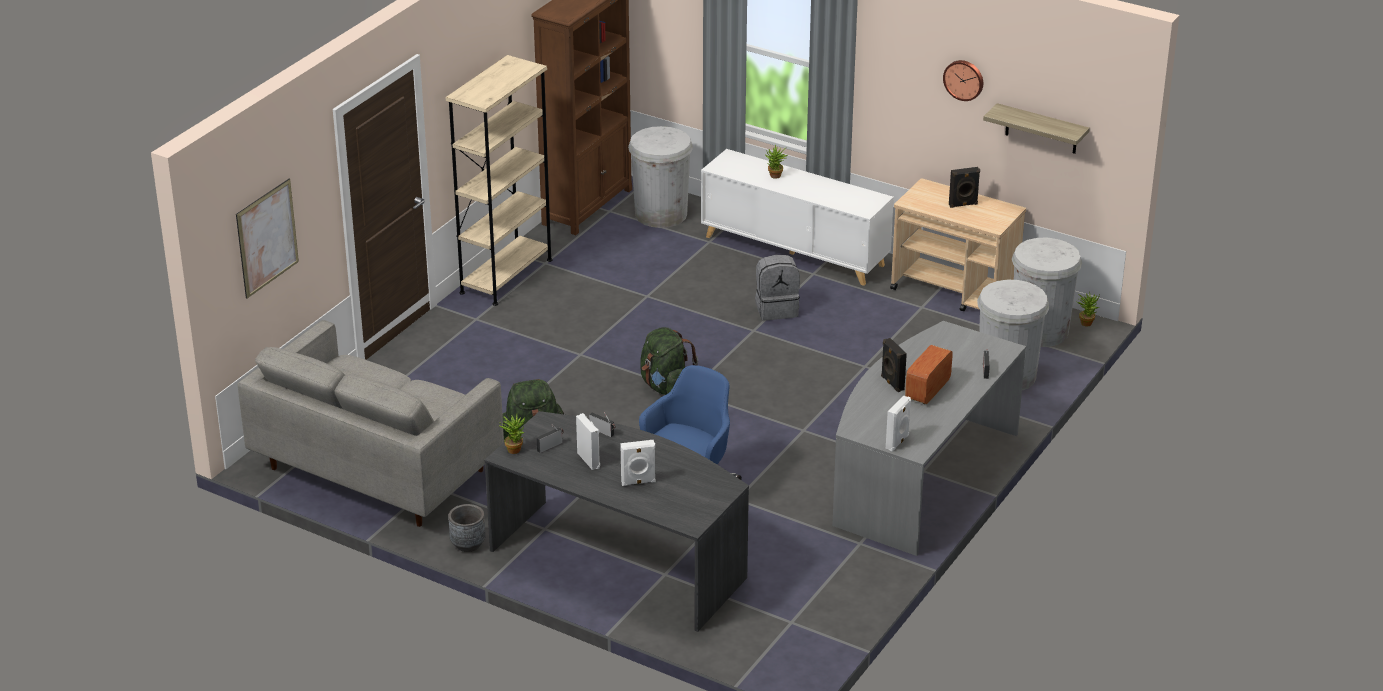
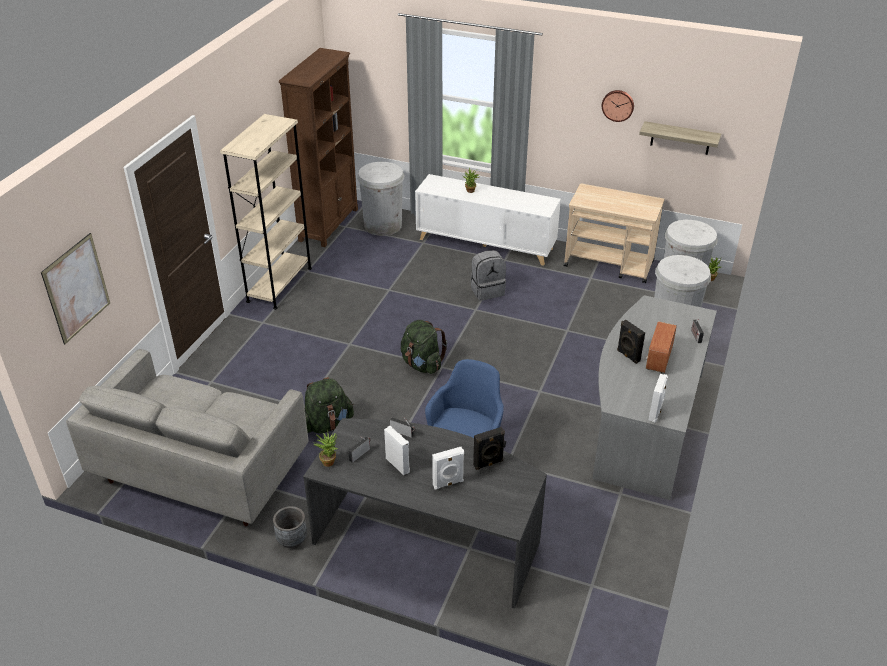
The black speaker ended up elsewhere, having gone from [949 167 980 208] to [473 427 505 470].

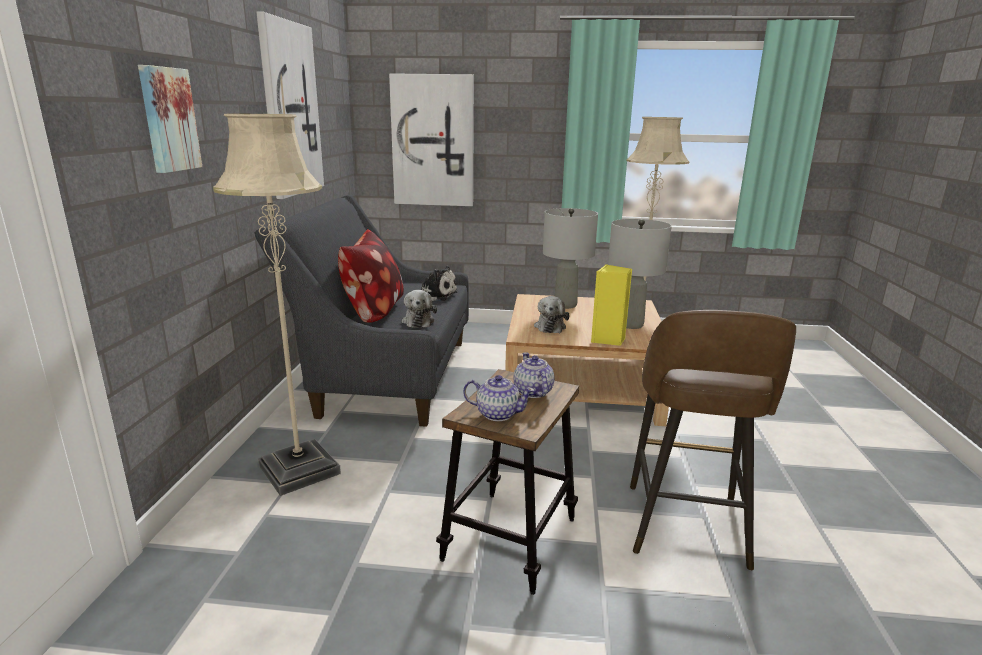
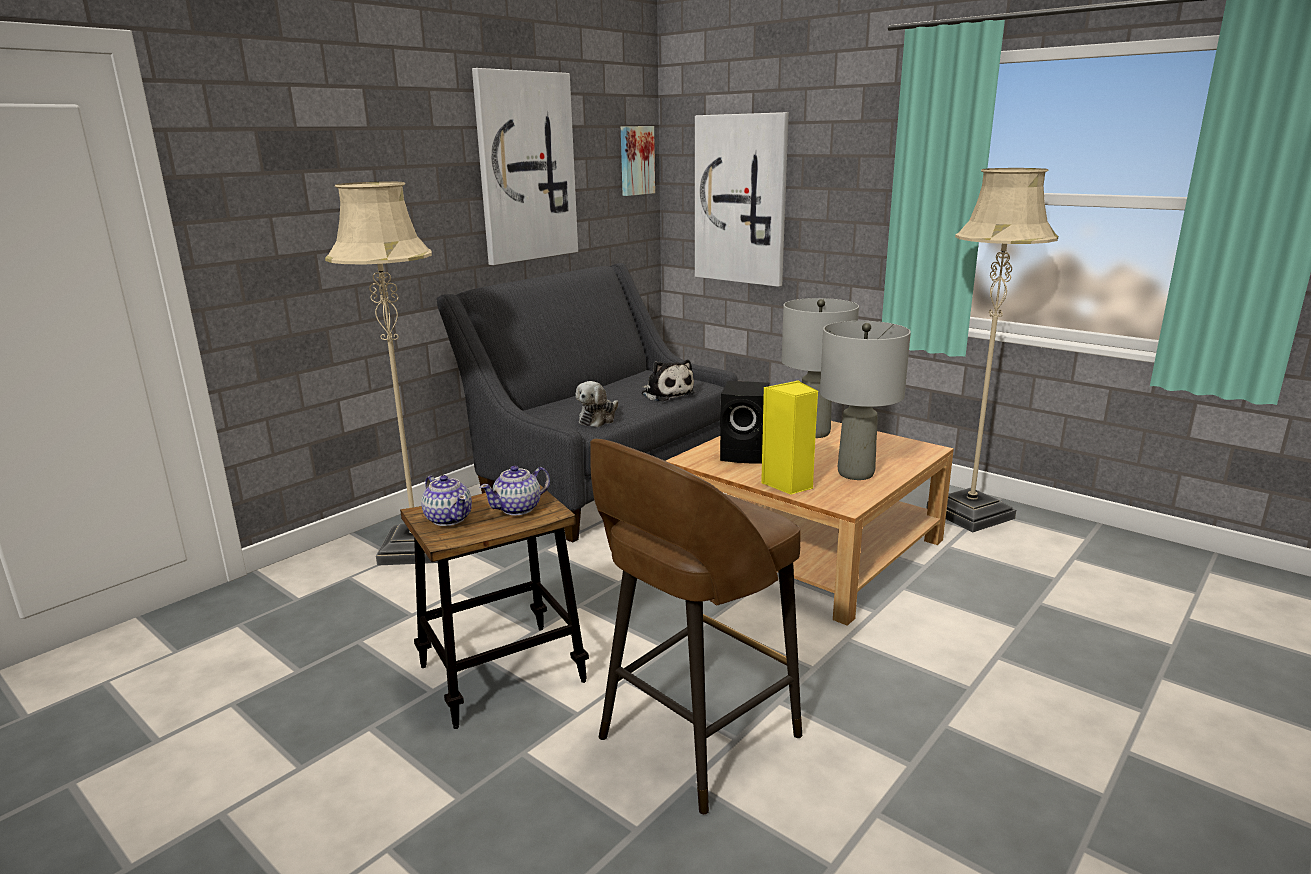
The picture ended up elsewhere, having gone from [138 65 202 173] to [621 126 655 196]. The second view lost the pillow at [338 230 404 323]. The teapot at [513 352 555 398] ended up facing another way, 150 degrees counterclockwise from before. Where the plush toy stood at [534 296 569 333], the black speaker came to stand at [720 381 769 464].

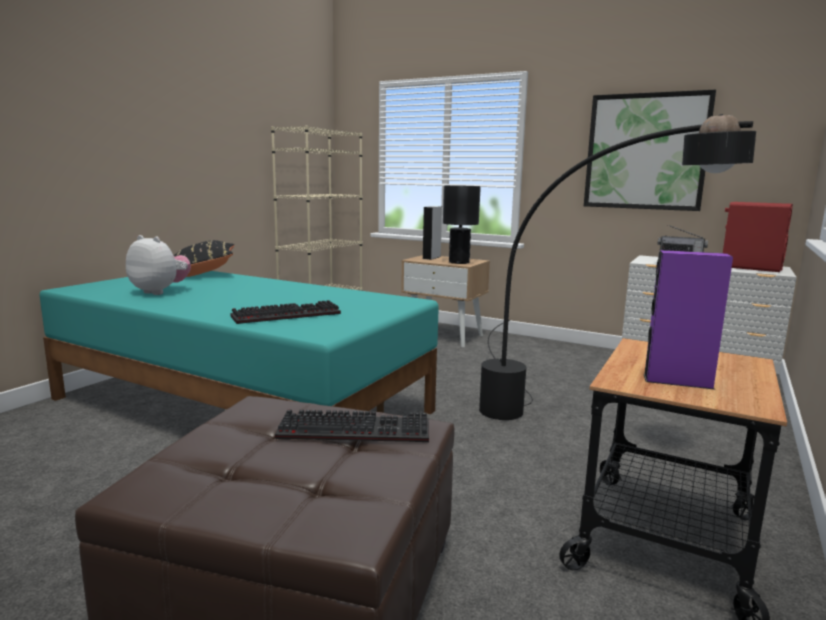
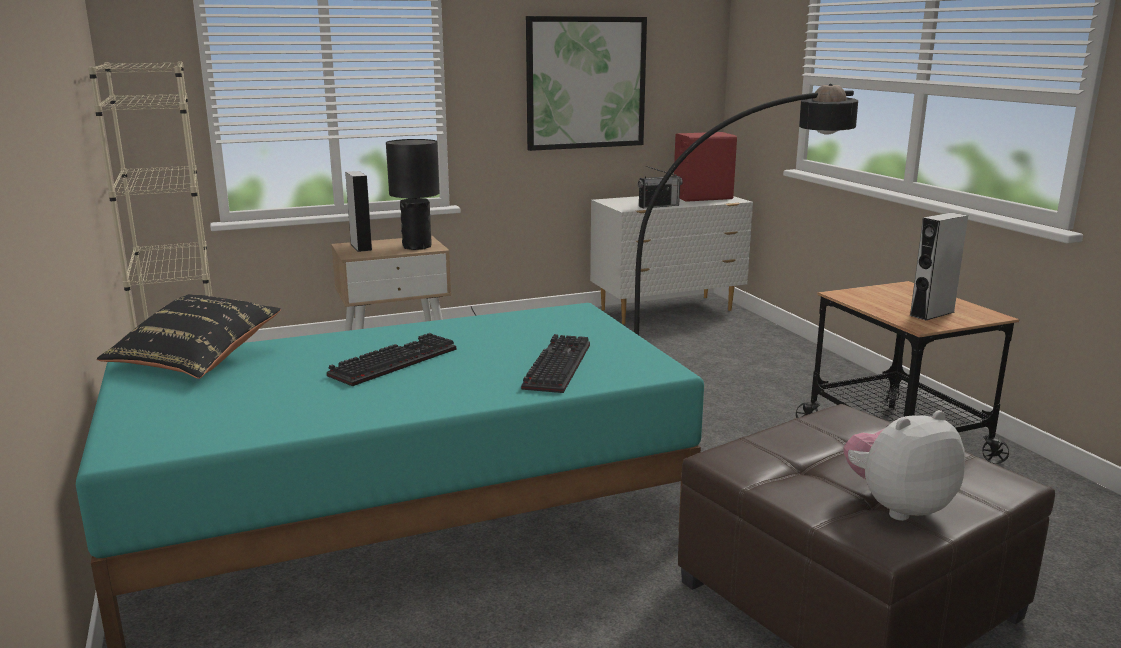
The plush toy ended up elsewhere, having gone from [126 235 191 295] to [844 410 965 521]. The keyboard ended up elsewhere, having gone from [275 409 429 442] to [327 333 456 386]. What was the purple speaker at [644 250 733 390] turned into the grey speaker at [909 213 968 320].

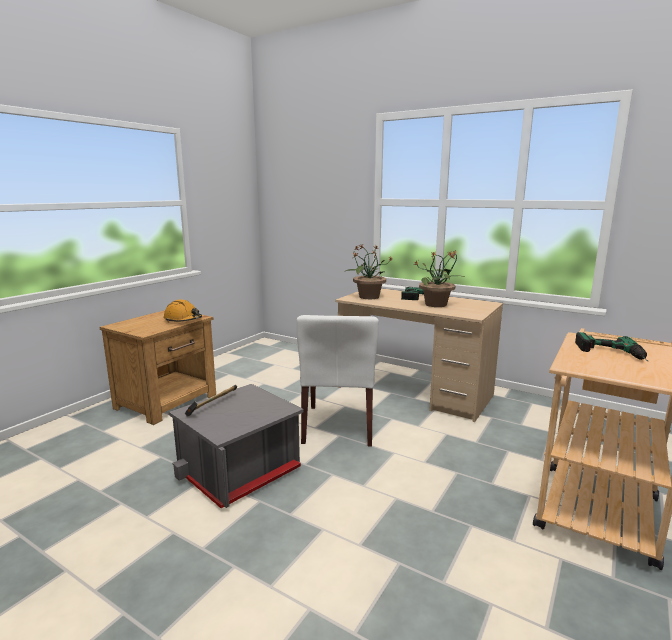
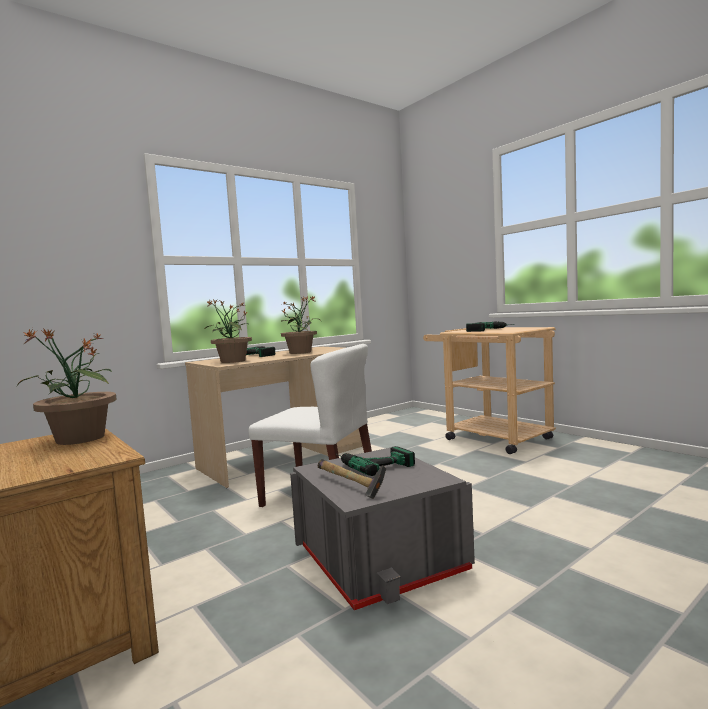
Where the orange hard hat stood at [164 299 202 322], the potted plant came to stand at [17 328 117 445]. The second view gained the power drill at [336 446 415 476].

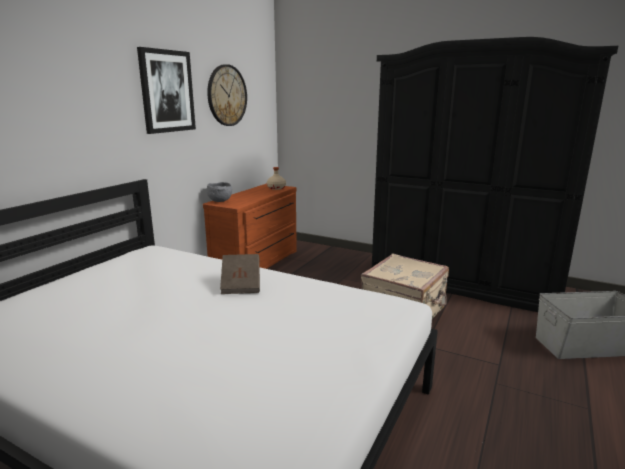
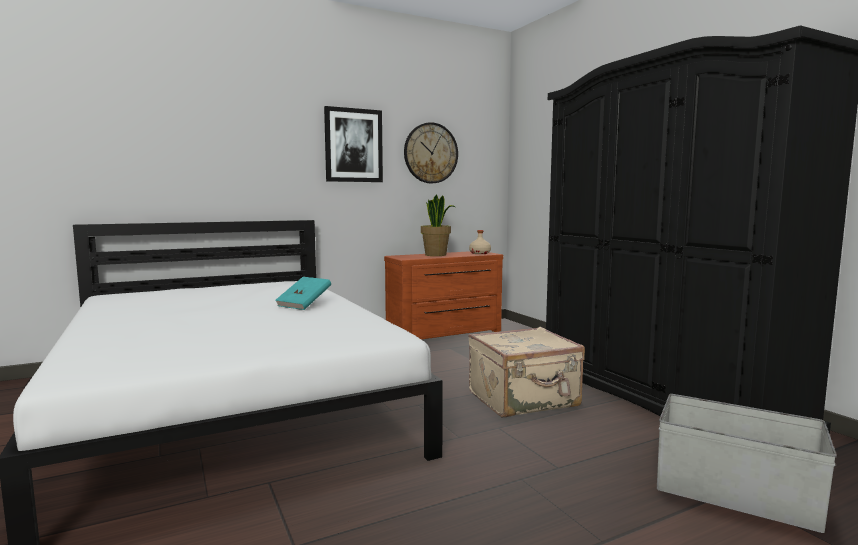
The second view lost the grey bowl at [207 182 232 202]. What was the brown book at [220 254 260 294] turned into the turquoise book at [275 277 331 310]. The second view gained the potted plant at [421 194 455 256].

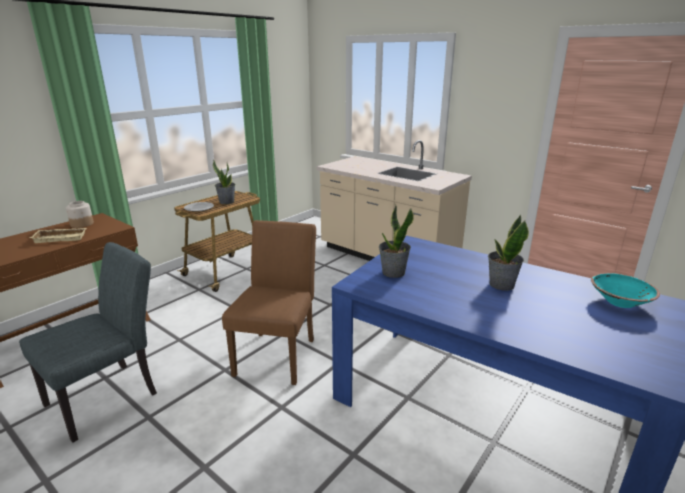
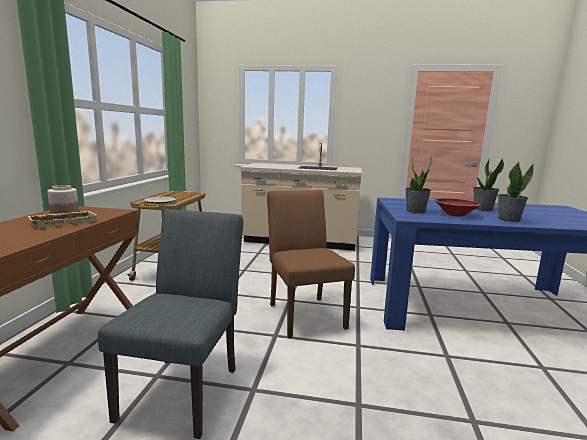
The potted plant ended up elsewhere, having gone from [213 159 235 204] to [498 161 534 222]. The second view lost the turquoise bowl at [591 273 660 308]. The second view gained the red bowl at [435 198 481 216].

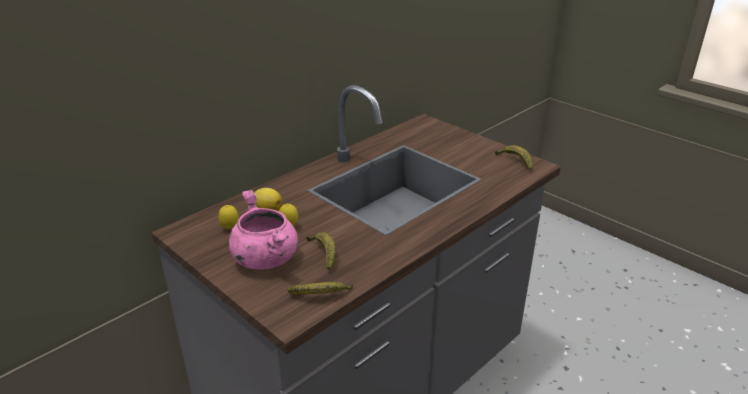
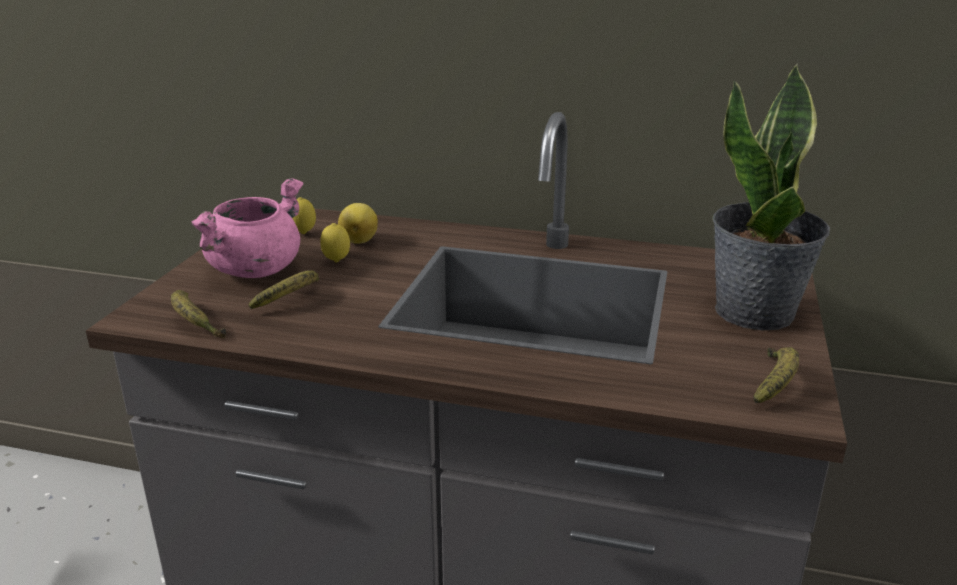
The second view gained the potted plant at [712 64 830 330].

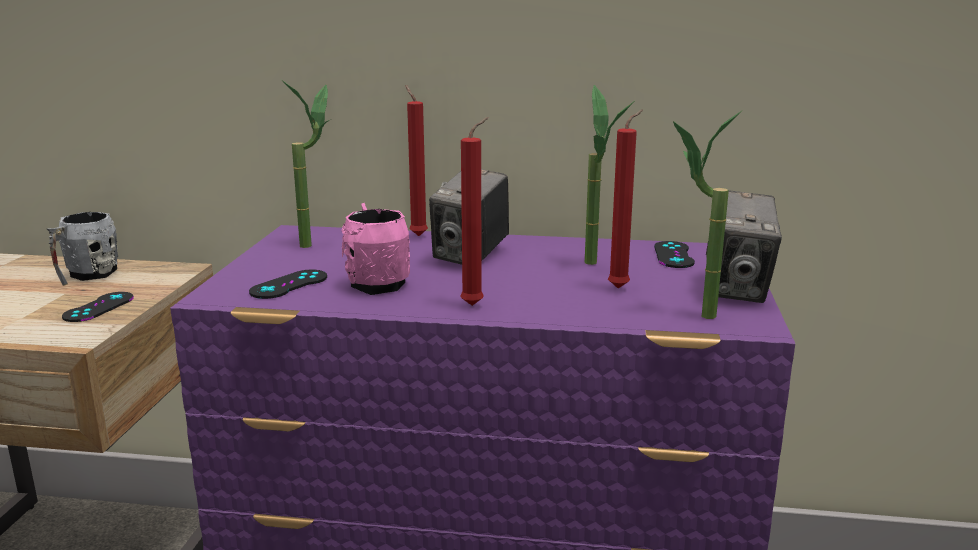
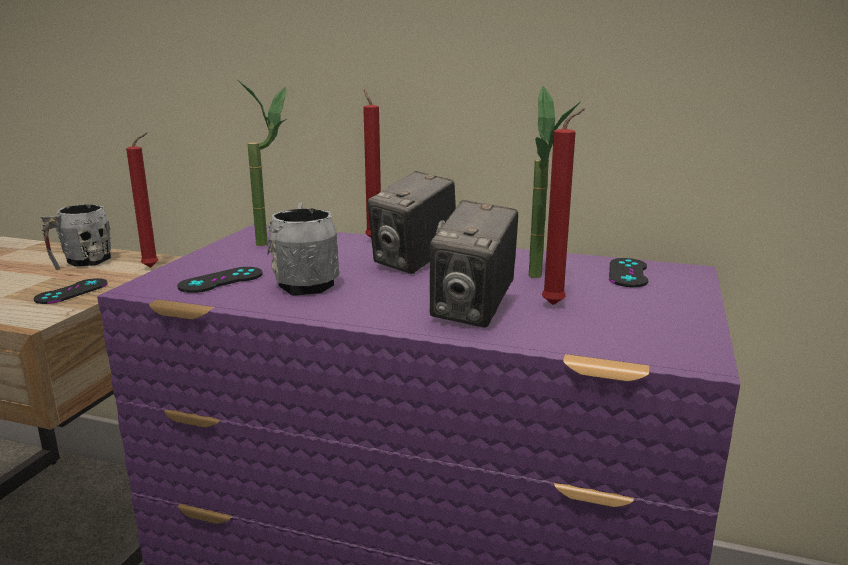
What was the pink mug at [342 203 410 295] turned into the grey mug at [267 202 339 296]. The red candle ended up elsewhere, having gone from [460 117 488 306] to [126 132 158 268]. The second view lost the potted plant at [673 110 743 319]. The photo camera ended up elsewhere, having gone from [706 190 782 303] to [430 200 518 328].

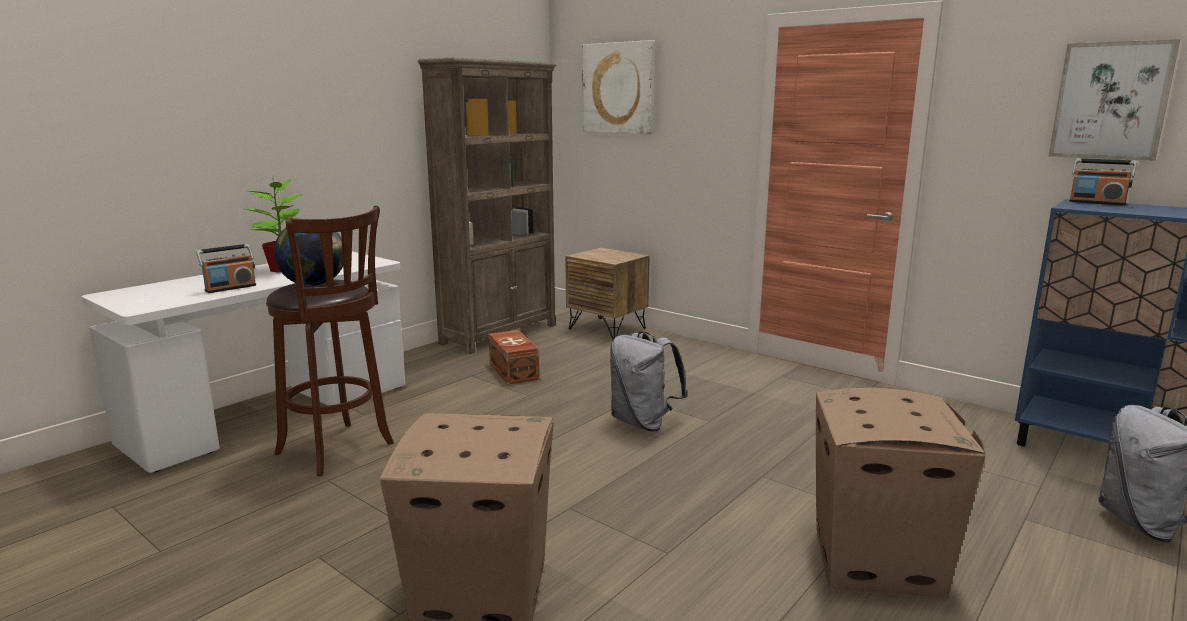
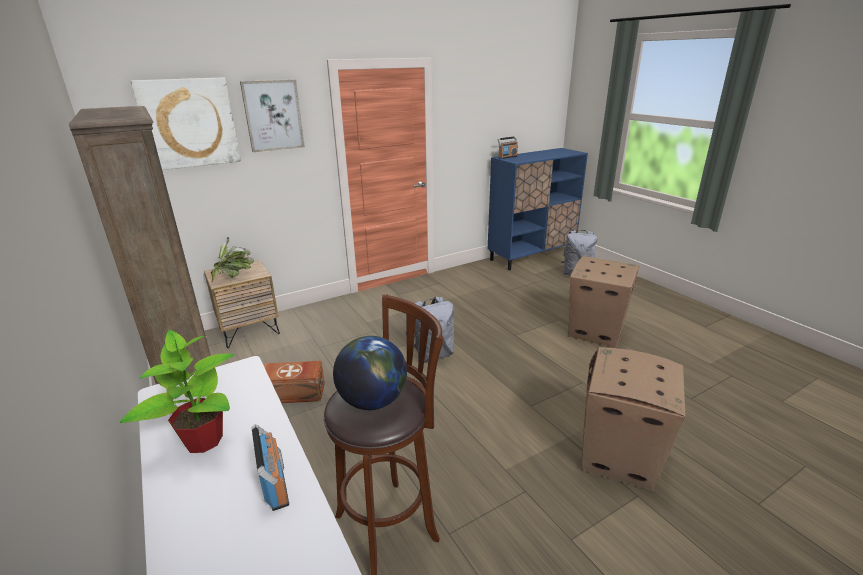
The picture ended up elsewhere, having gone from [1049 39 1180 161] to [240 79 305 152]. The second view gained the potted plant at [211 237 254 281].

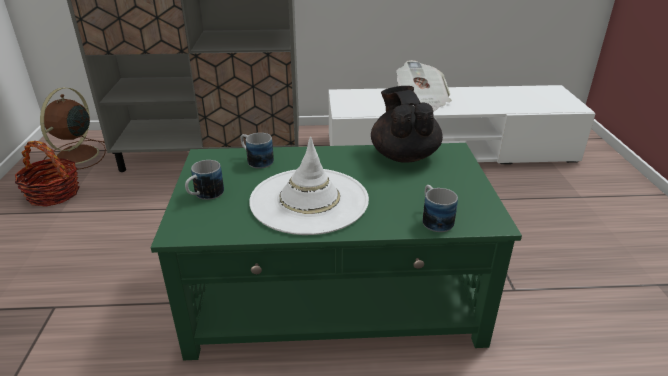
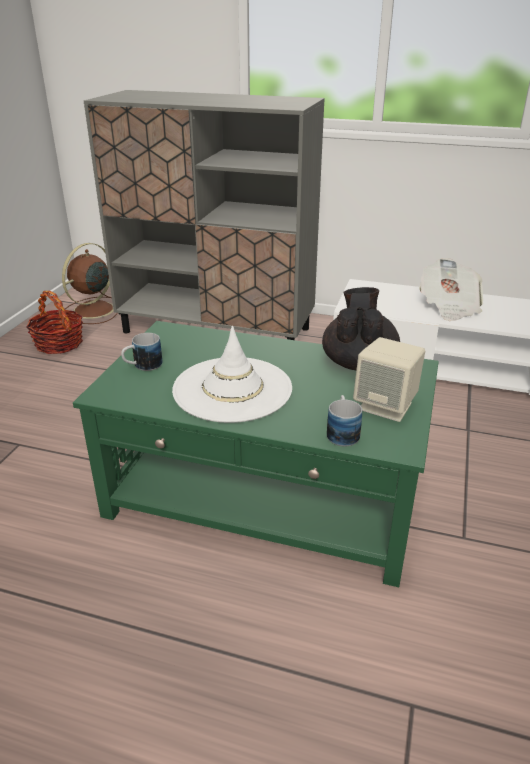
The second view lost the mug at [240 133 274 168]. The second view gained the beige speaker at [353 337 425 422].

